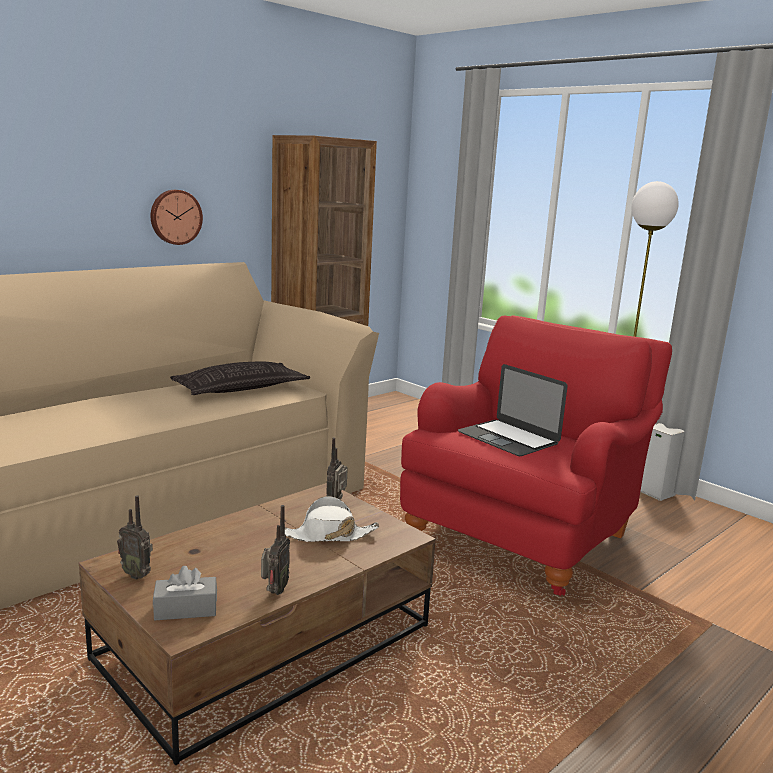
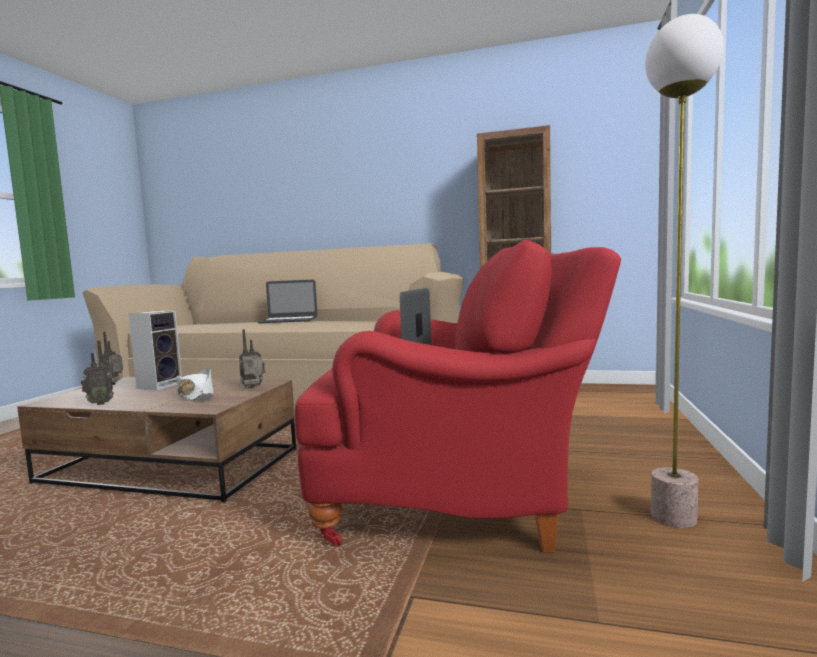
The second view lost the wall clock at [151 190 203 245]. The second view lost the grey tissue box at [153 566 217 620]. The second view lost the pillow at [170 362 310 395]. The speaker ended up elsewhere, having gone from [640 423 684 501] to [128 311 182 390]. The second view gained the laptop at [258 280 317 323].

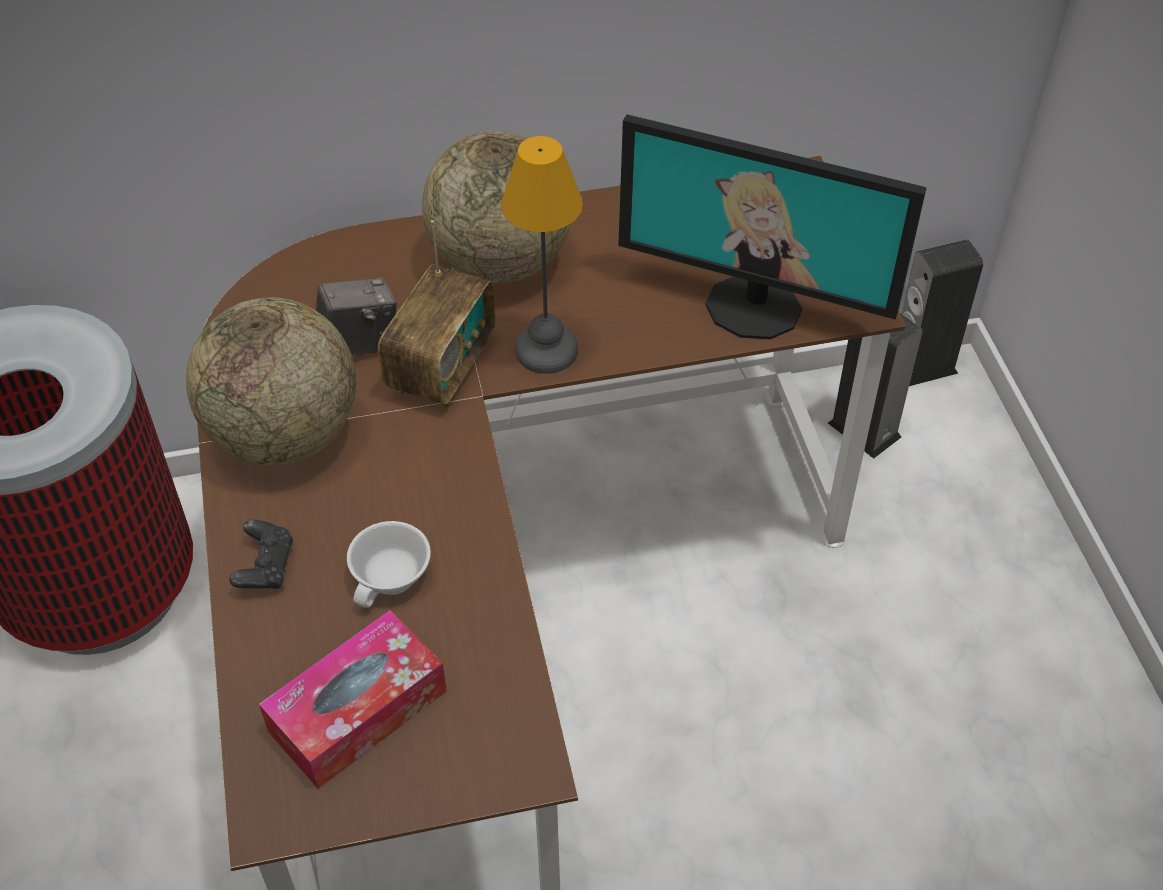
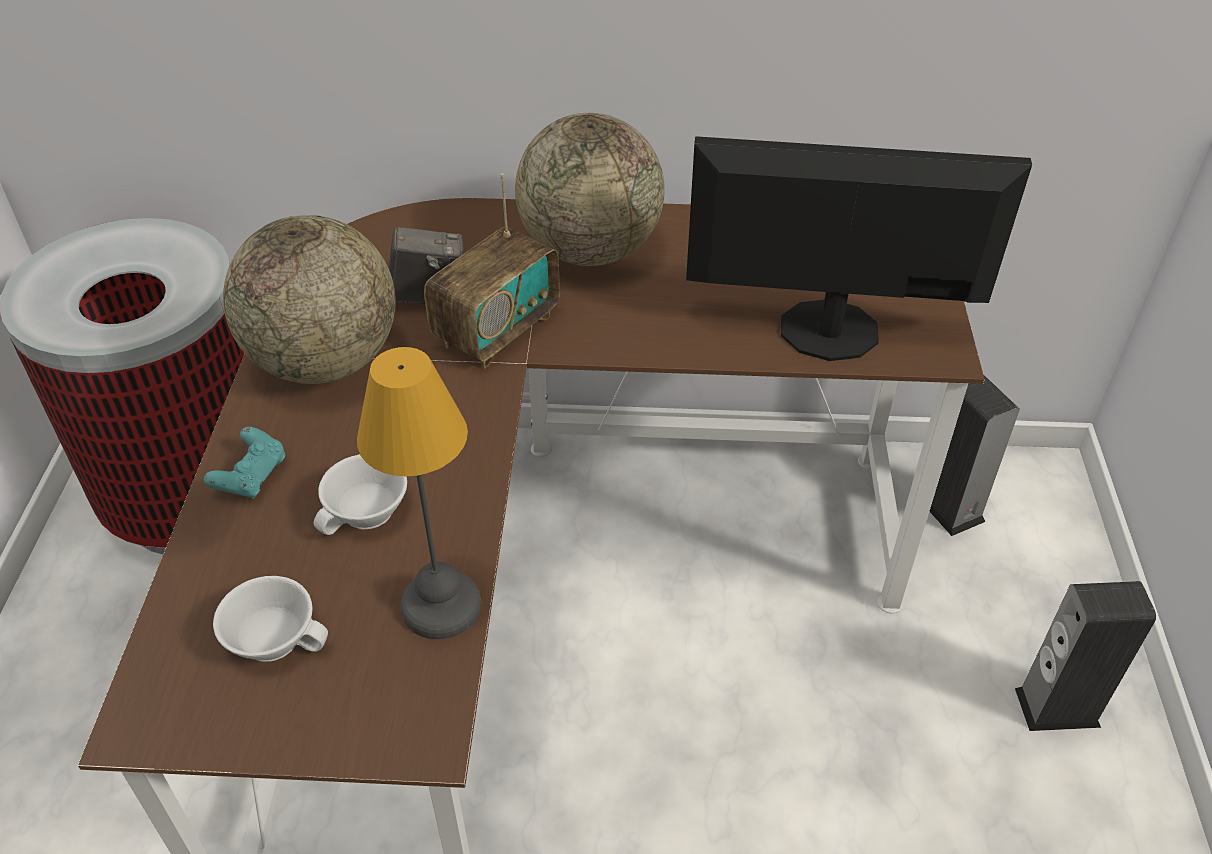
What was the black game controller at [229 519 293 589] turned into the turquoise game controller at [204 427 286 499]. Where the tissue box stood at [259 610 447 789], the white cup came to stand at [213 576 328 662]. The table lamp ended up elsewhere, having gone from [501 136 583 374] to [357 347 481 639]. The monitor at [618 114 927 339] ended up facing another way, 150 degrees clockwise from before. The speaker ended up elsewhere, having gone from [902 239 983 386] to [1015 581 1156 731].

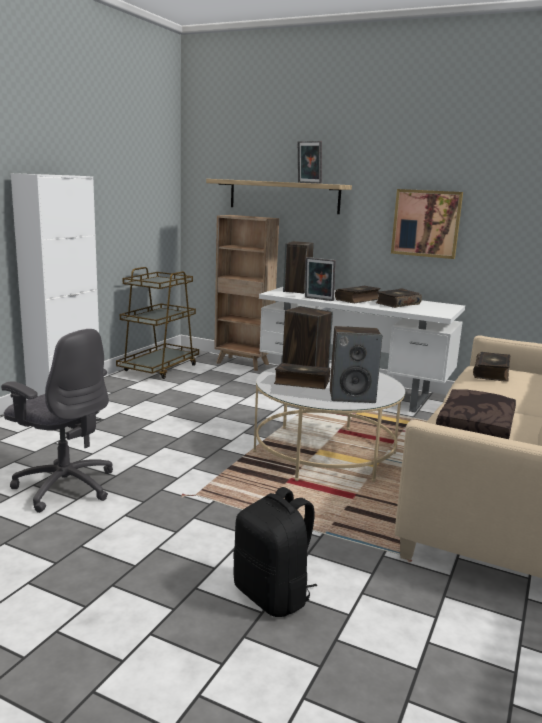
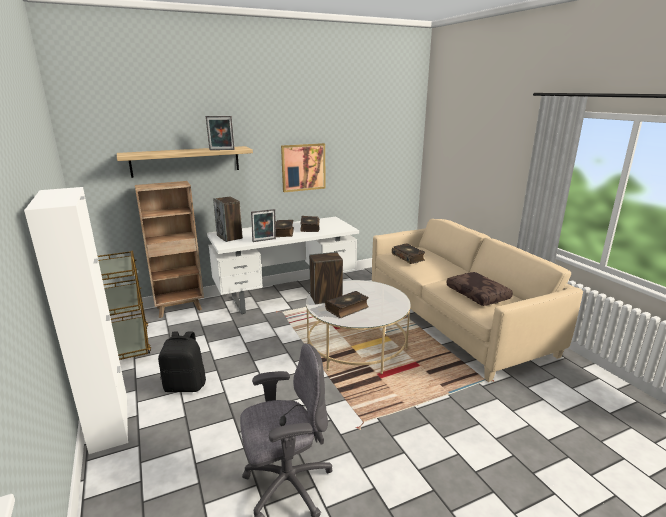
The black backpack ended up elsewhere, having gone from [233 487 317 617] to [158 331 206 392]. The second view lost the speaker at [330 326 382 403].

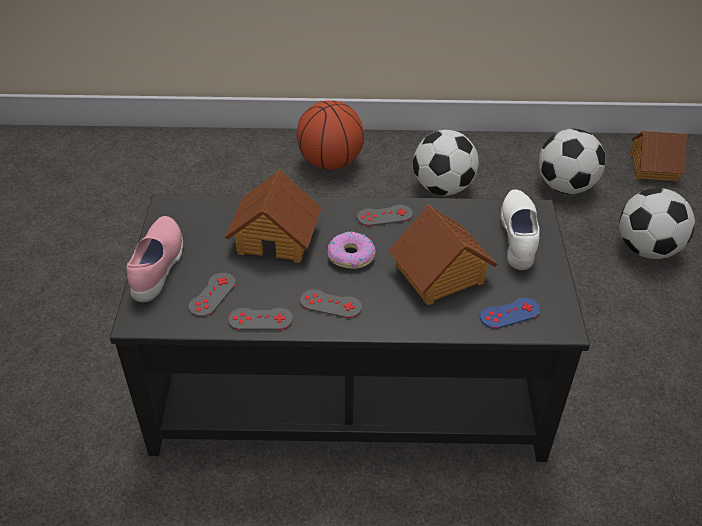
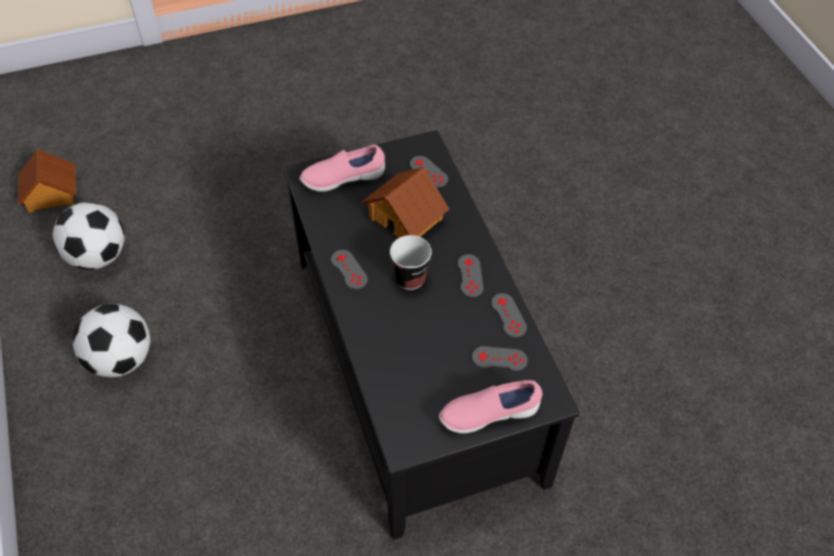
The second view lost the toy house at [225 169 322 263]. The second view lost the basketball at [297 100 364 170]. Where the donut stood at [328 231 376 269], the cup came to stand at [390 235 432 290]. What was the blue game controller at [480 298 540 329] turned into the grey game controller at [410 156 448 187]. What was the white shoe at [501 189 540 270] turned into the pink shoe at [299 145 385 192]. The second view lost the football at [619 188 695 259].

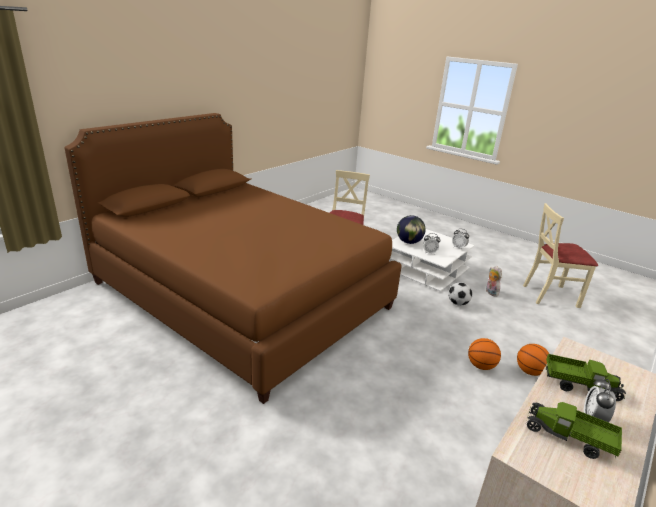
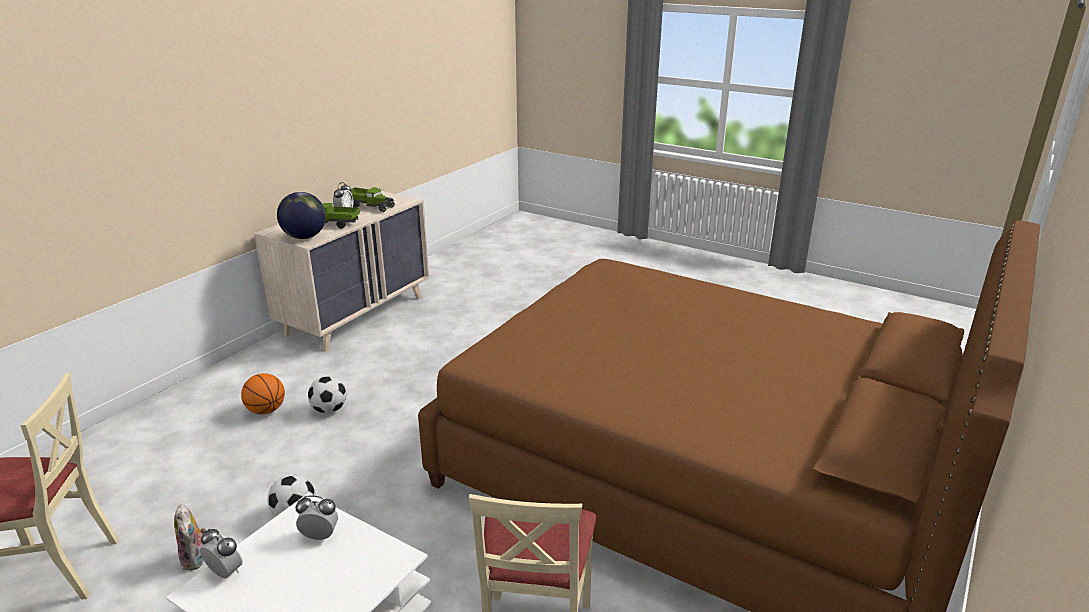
The globe ended up elsewhere, having gone from [397 215 426 244] to [277 192 326 239]. Where the basketball stood at [468 338 501 370], the football came to stand at [308 376 347 414].

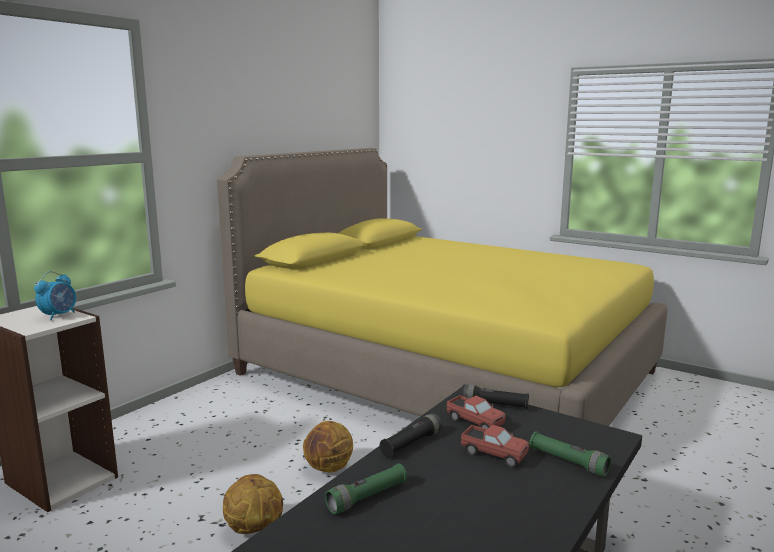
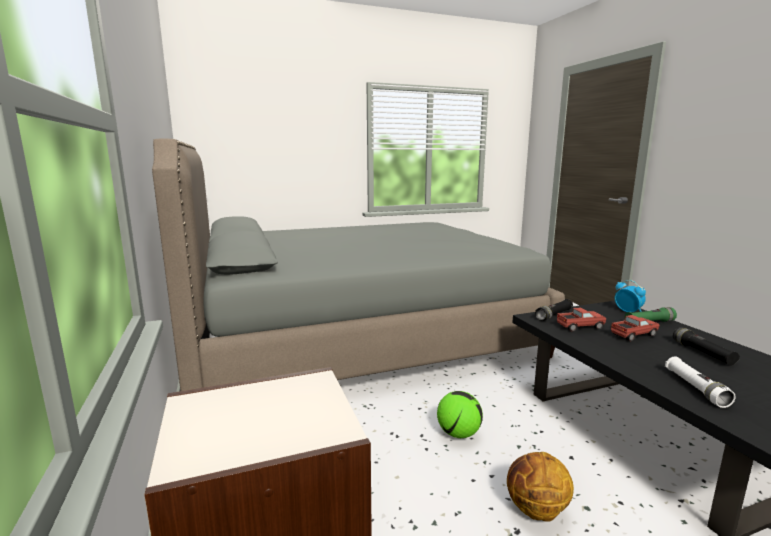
The alarm clock ended up elsewhere, having gone from [34 271 76 321] to [615 280 646 313]. What was the yellow bed at [217 148 668 426] turned into the grey bed at [152 138 565 391]. Where the basketball stood at [303 421 353 472], the football came to stand at [437 391 483 438]. What was the green flashlight at [325 463 407 514] turned into the white flashlight at [665 357 736 408]. The black flashlight ended up elsewhere, having gone from [380 413 442 457] to [673 327 740 366].

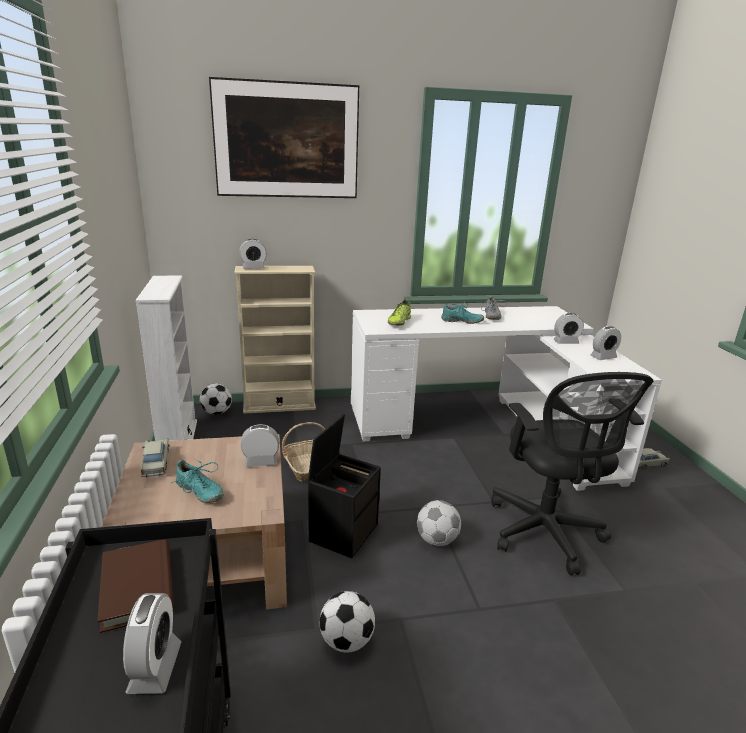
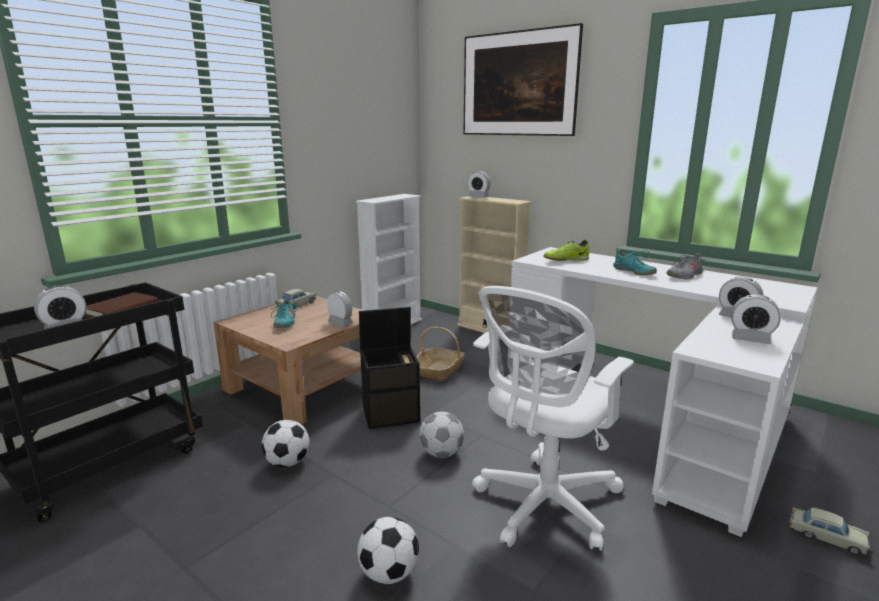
The football ended up elsewhere, having gone from [200 384 232 415] to [357 517 419 584]. What was the black office chair at [491 372 653 575] turned into the white office chair at [472 286 634 551].

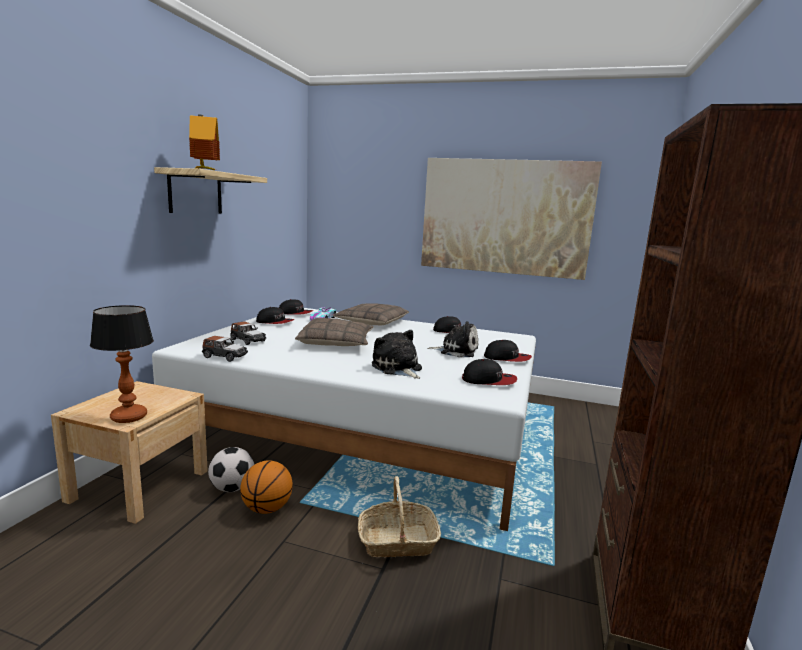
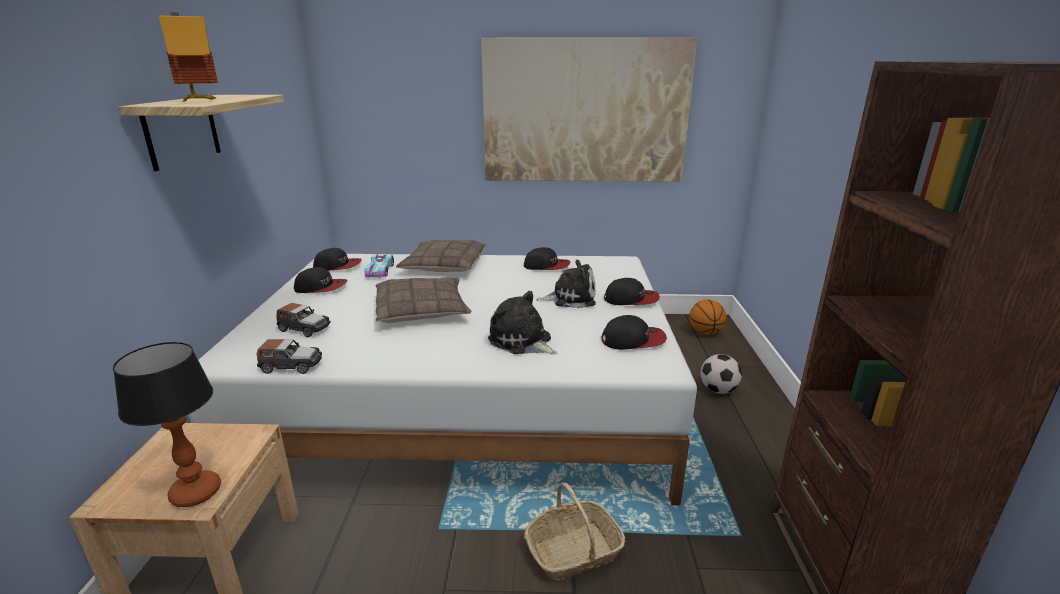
The football ended up elsewhere, having gone from [208 447 254 492] to [700 354 742 394]. The basketball ended up elsewhere, having gone from [240 460 293 514] to [689 300 726 335].

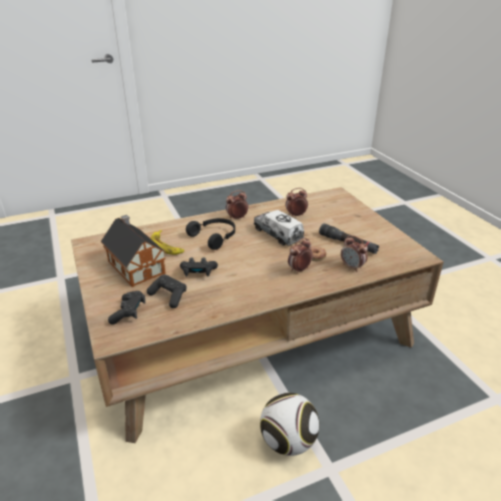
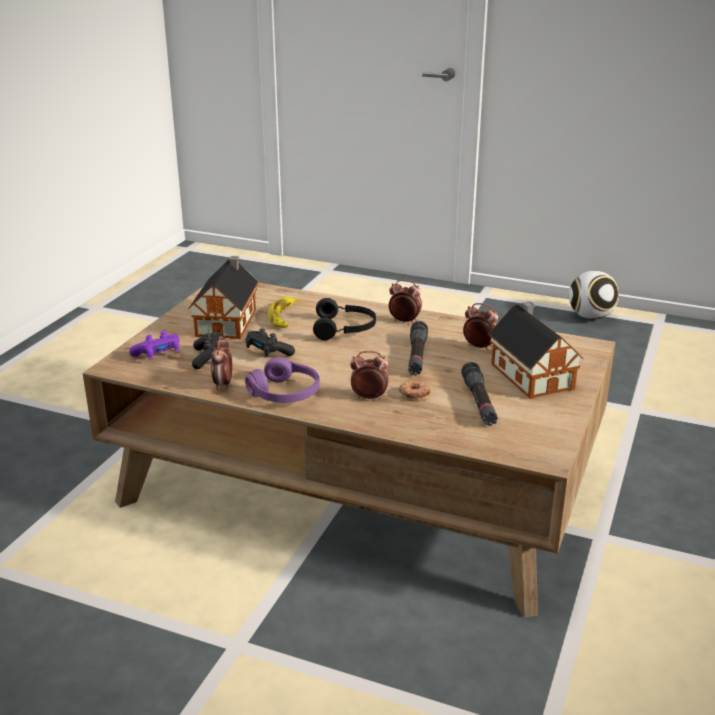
What was the black game controller at [108 291 146 325] turned into the purple game controller at [129 331 179 360]. Where the toy truck stood at [254 210 304 246], the black flashlight came to stand at [408 321 428 375]. The football ended up elsewhere, having gone from [260 393 320 456] to [569 270 619 319]. The alarm clock ended up elsewhere, having gone from [341 235 368 272] to [211 336 232 390]. The second view gained the purple headphones at [245 357 320 403]. The second view gained the toy house at [488 301 584 399].

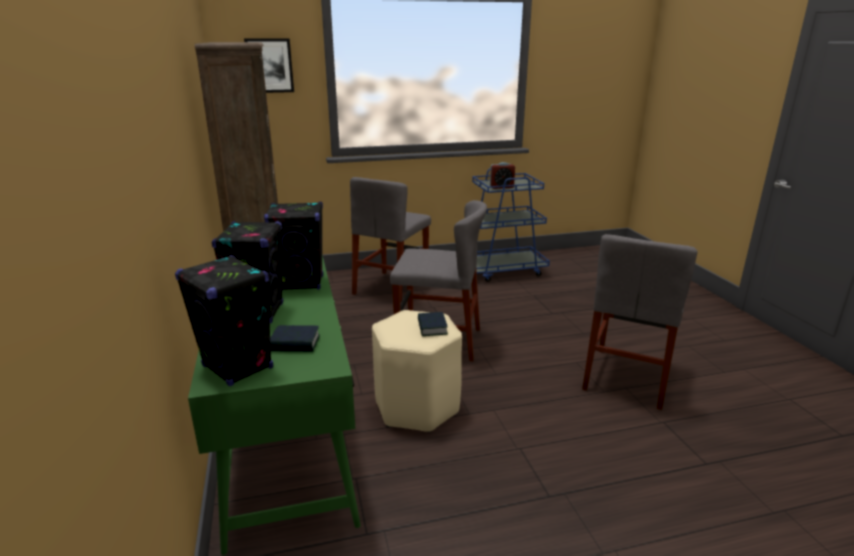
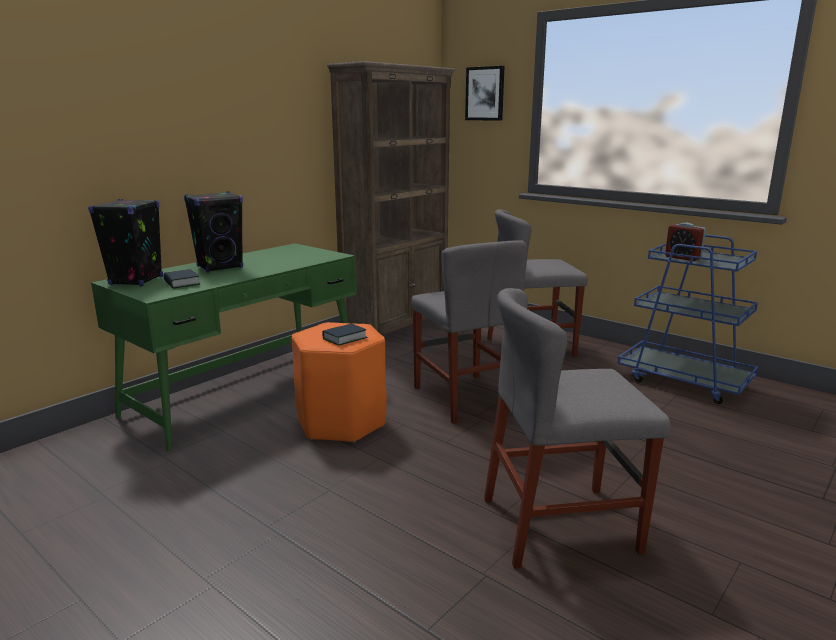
The second view lost the black speaker at [264 202 323 291]. What was the beige stool at [372 310 462 432] turned into the orange stool at [292 322 387 443].

